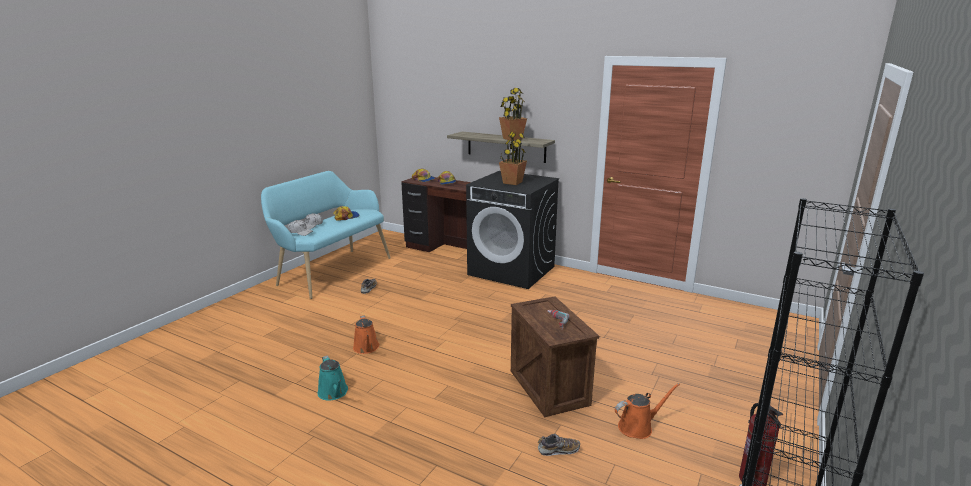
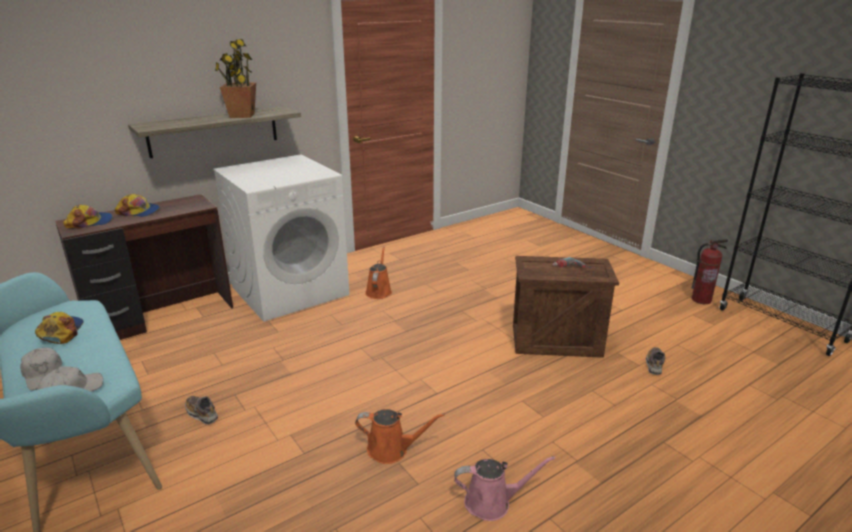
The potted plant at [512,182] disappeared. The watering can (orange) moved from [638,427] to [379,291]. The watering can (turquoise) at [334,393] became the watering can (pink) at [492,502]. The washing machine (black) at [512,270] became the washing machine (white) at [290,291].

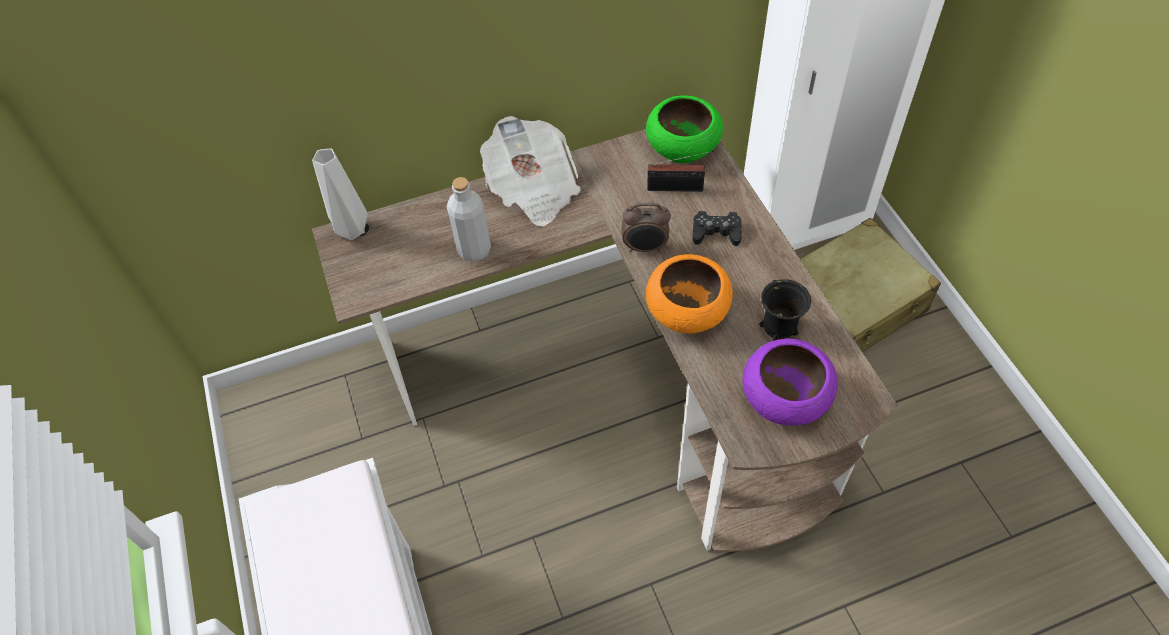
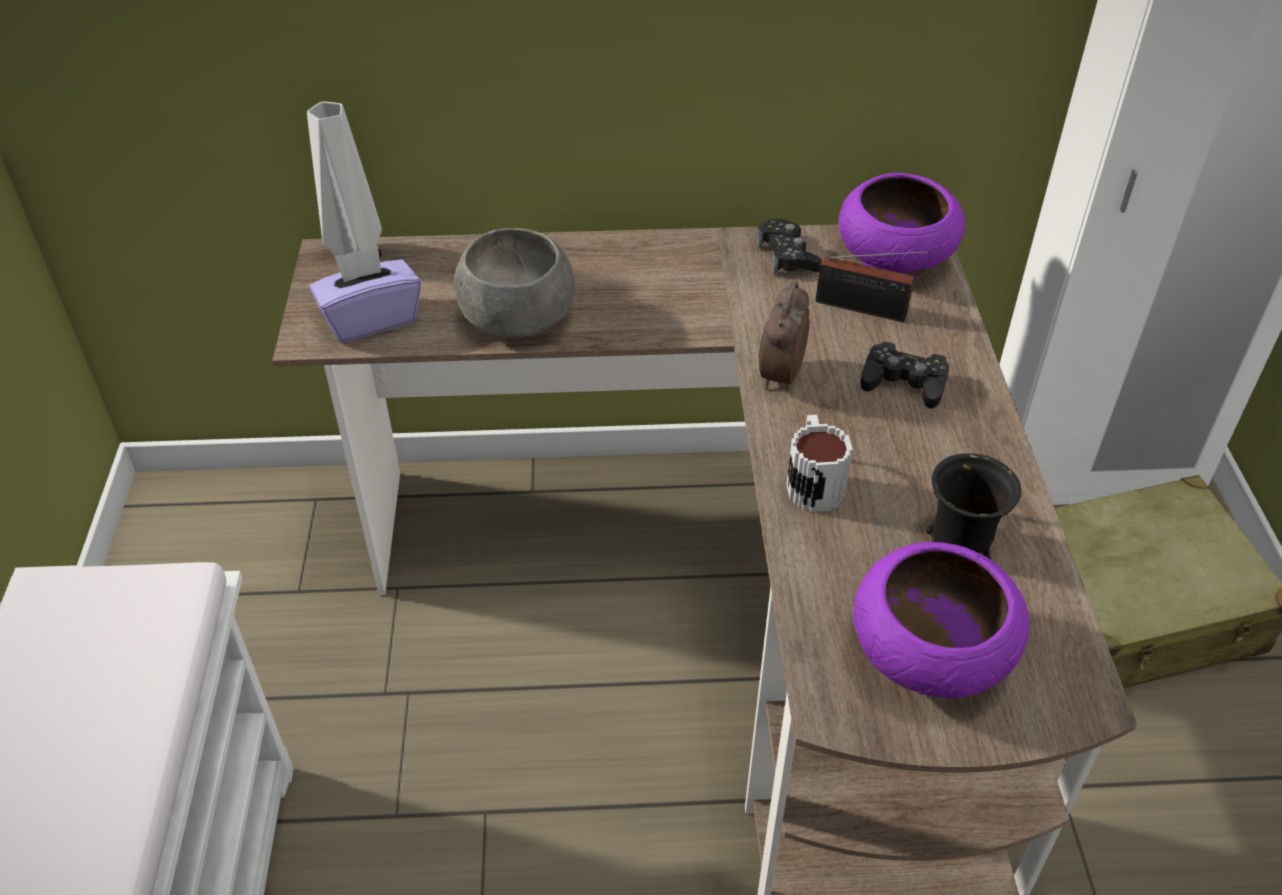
The newspaper at [533,189] disappeared. The tissue box (purple) at [371,319] appeared. The game controller (black) at [787,256] appeared. The bottle (grey) at [474,250] was replaced by the bowl (grey) at [516,317]. The bowl (orange) at [688,311] was replaced by the mug at [812,480]. The bowl (green) at [683,148] became the bowl (purple) at [895,259]. The alarm clock at [645,248] turned 90 degrees clockwise.

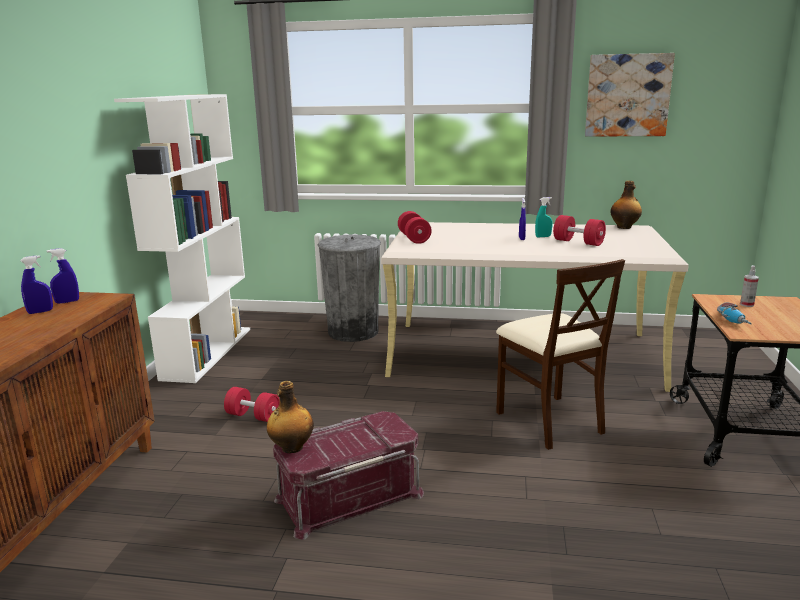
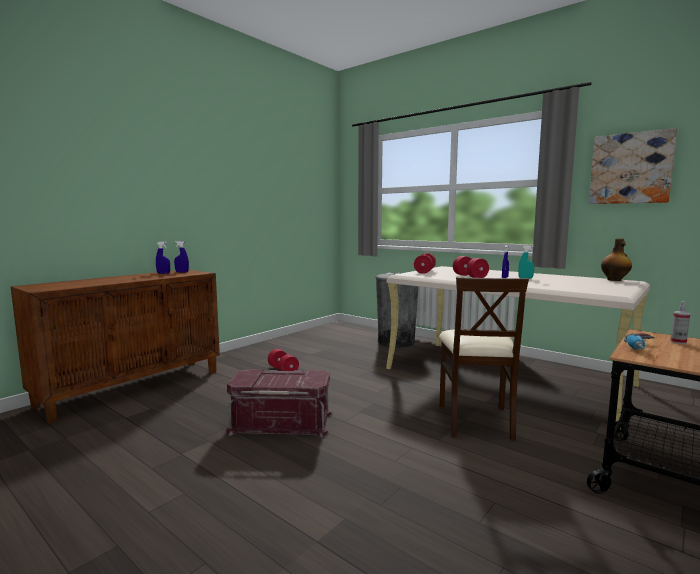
The bookcase (white) at [207,352] disappeared. The bottle at [291,448] disappeared. The dumbbell (red) moved from [578,242] to [469,276].

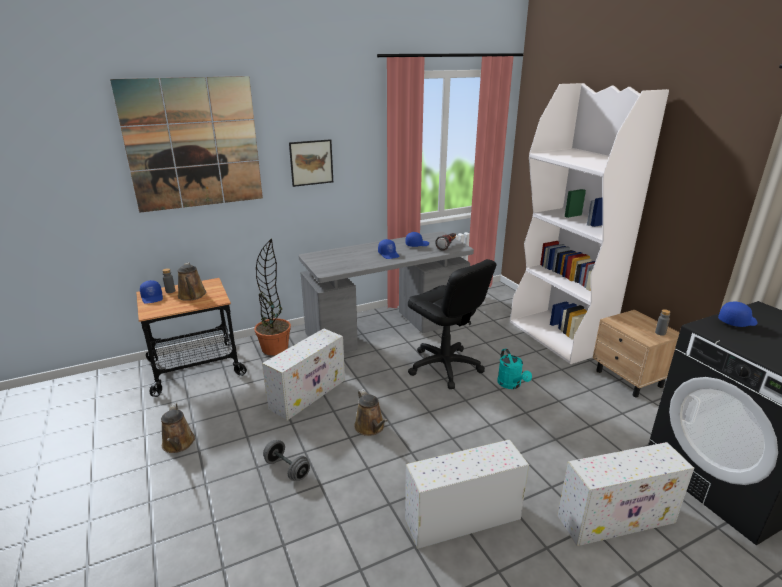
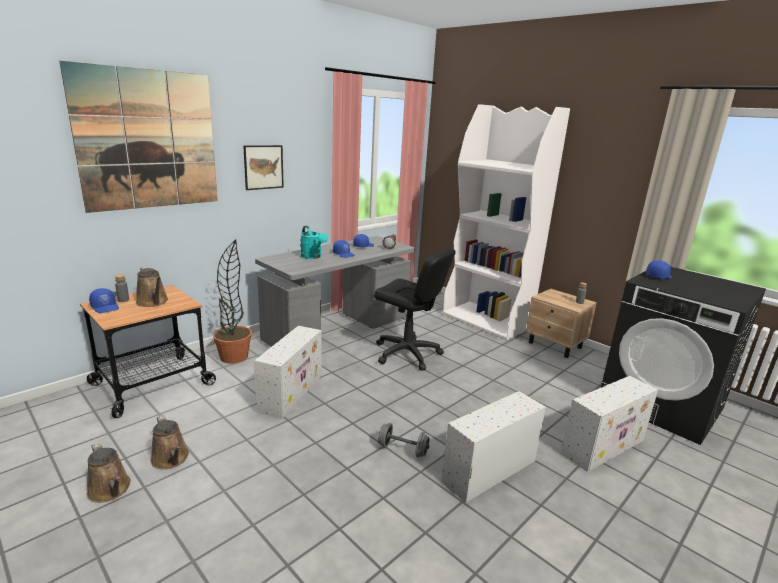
The dumbbell (grey) moved from [287,469] to [403,450]. The watering can (brown) moved from [371,427] to [110,490]. The watering can (turquoise) moved from [511,385] to [313,257].

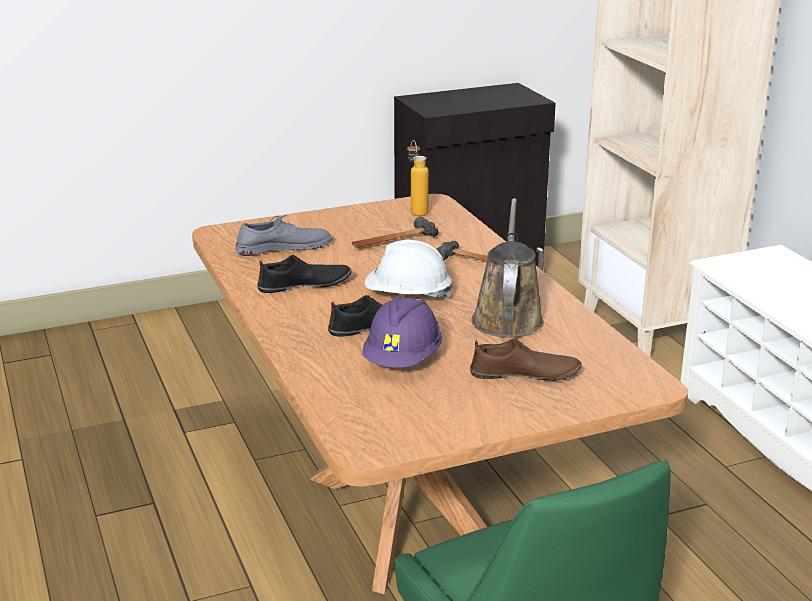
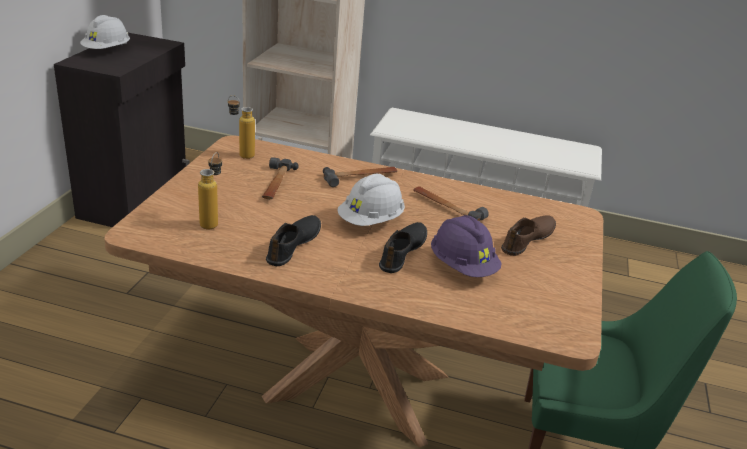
The hard hat (white) at [107,51] appeared. The shoe (grey) at [284,247] was replaced by the bottle at [212,222]. The watering can (brown) at [507,317] was replaced by the hammer at [446,208].

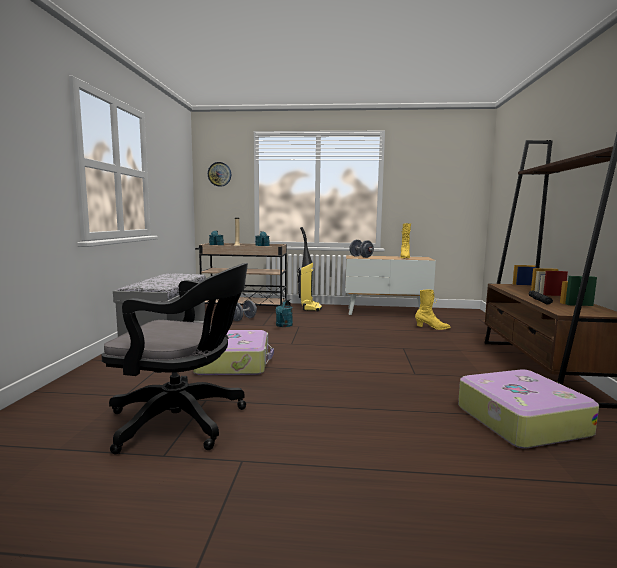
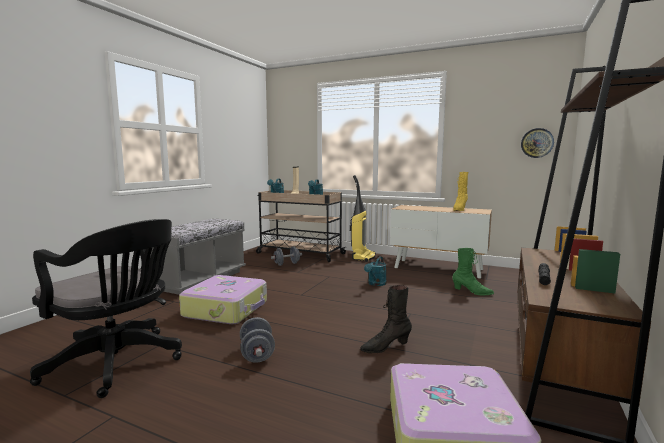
The boot (black) at [385,347] appeared. The wall clock moved from [219,174] to [537,143]. The watering can (turquoise) moved from [283,325] to [376,284]. The dumbbell (grey) moved from [361,257] to [257,354]. The boot (yellow) at [432,328] became the boot (green) at [472,292].

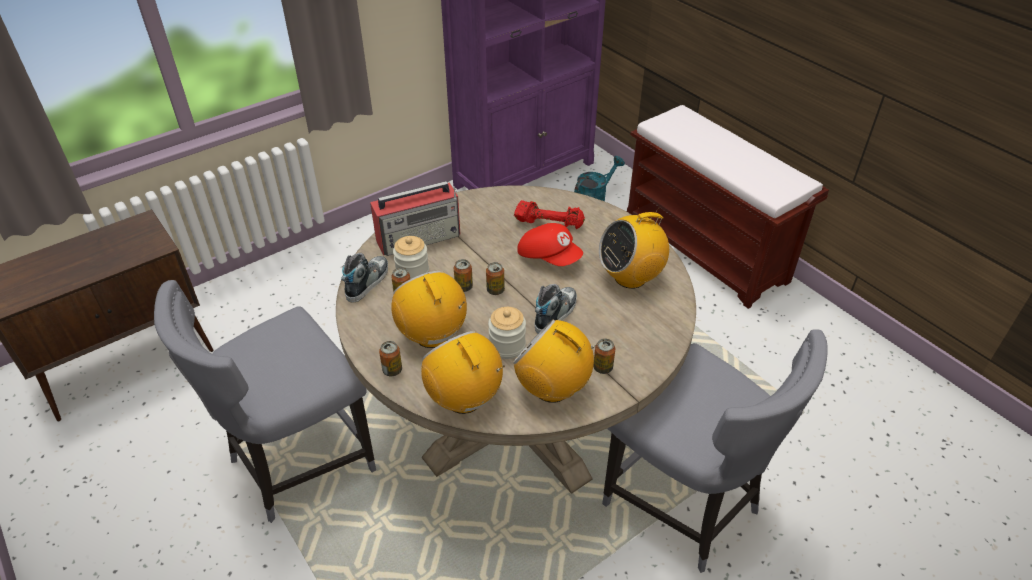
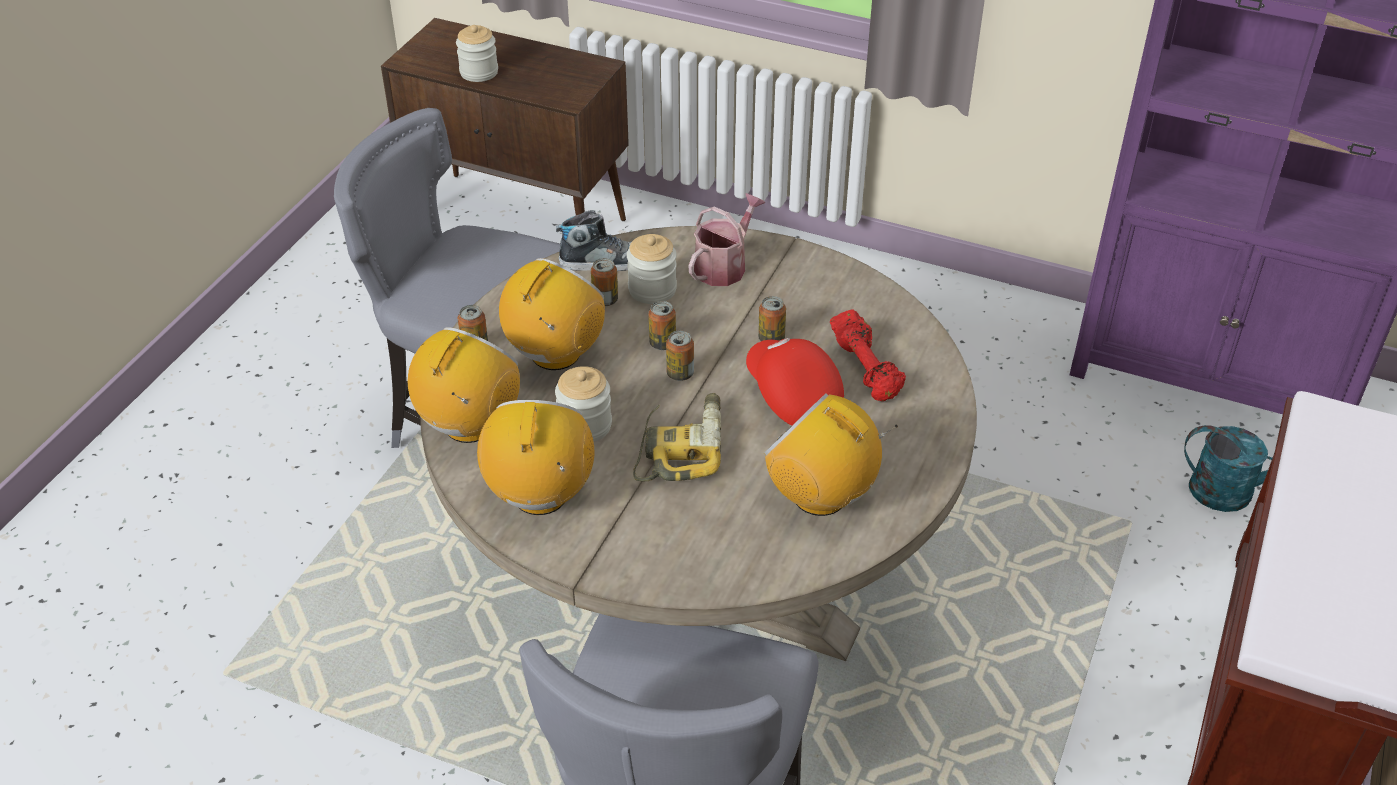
The jar at [479,72] appeared. The can moved from [602,368] to [771,338]. The radio at [420,237] was replaced by the watering can at [724,266]. The shoe at [555,313] was replaced by the power drill at [680,447]. The cap (red) at [549,257] turned 135 degrees clockwise.

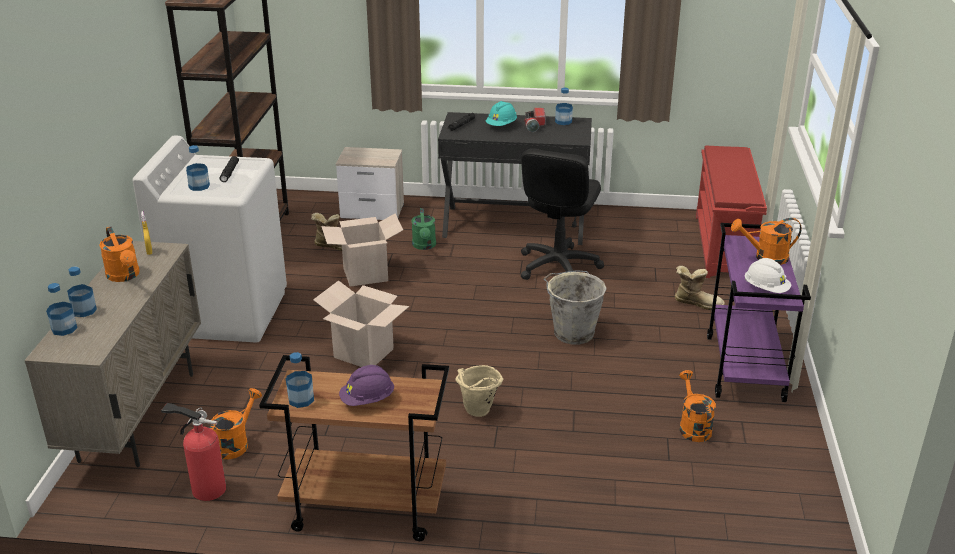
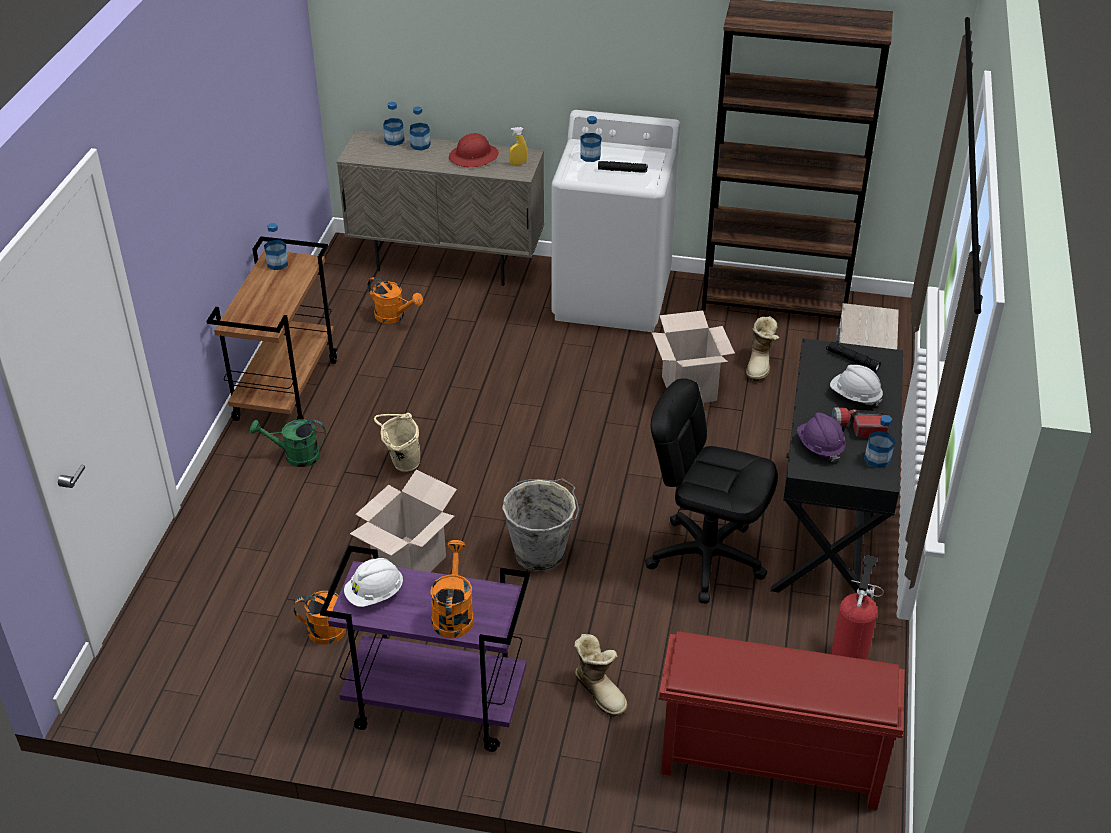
The fire extinguisher moved from [205,488] to [850,651]. The cardboard box moved from [363,353] to [409,562]. The hard hat (purple) moved from [367,400] to [819,447]. The watering can (green) moved from [424,246] to [295,456]. The watering can (orange) at [125,276] was replaced by the hard hat (red) at [474,157]. The hard hat (turquoise) at [501,125] became the hard hat (white) at [855,396]. The boot at [697,303] turned 60 degrees counterclockwise.

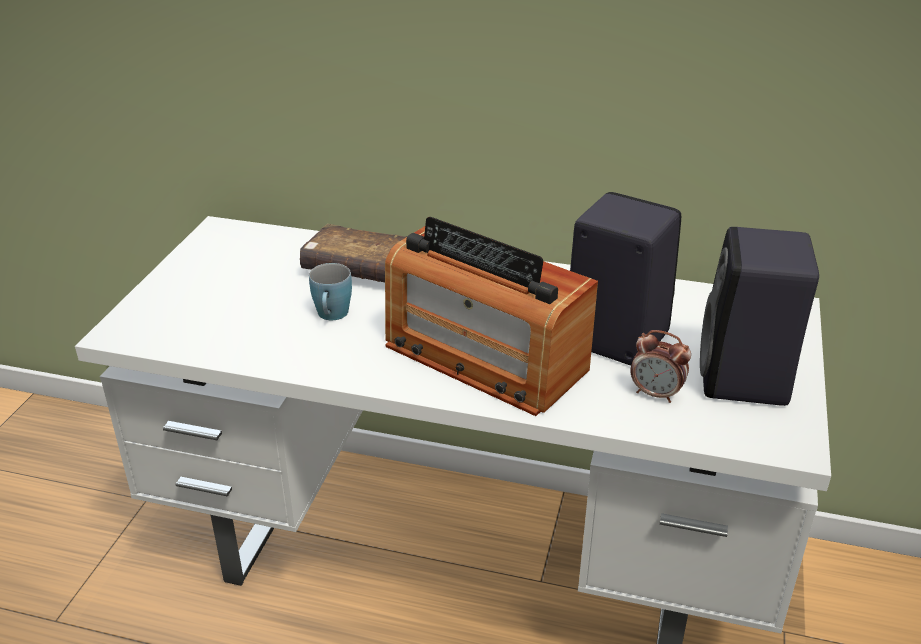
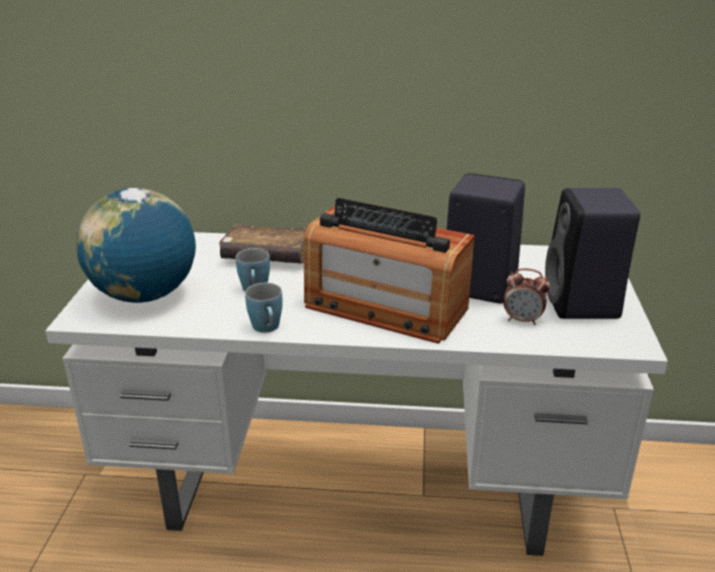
The globe at [144,295] appeared. The mug (blue) at [267,329] appeared.

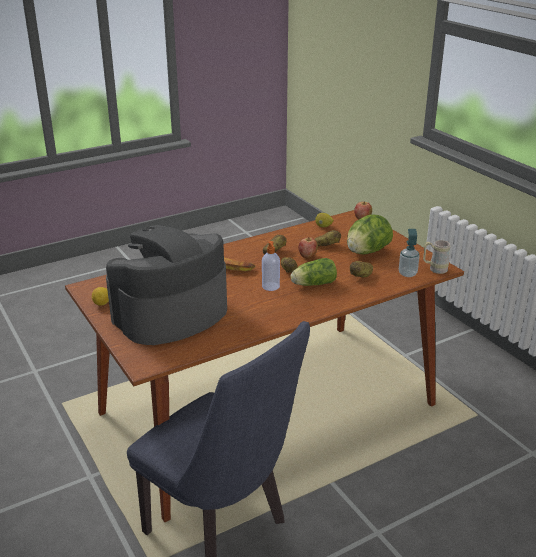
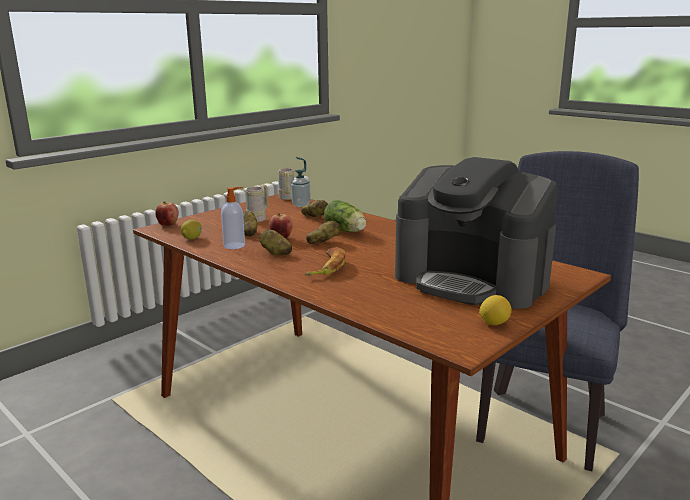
The soap dispenser moved from [271,287] to [235,245]. The lettuce at [367,252] was replaced by the mug (beige) at [259,218].

